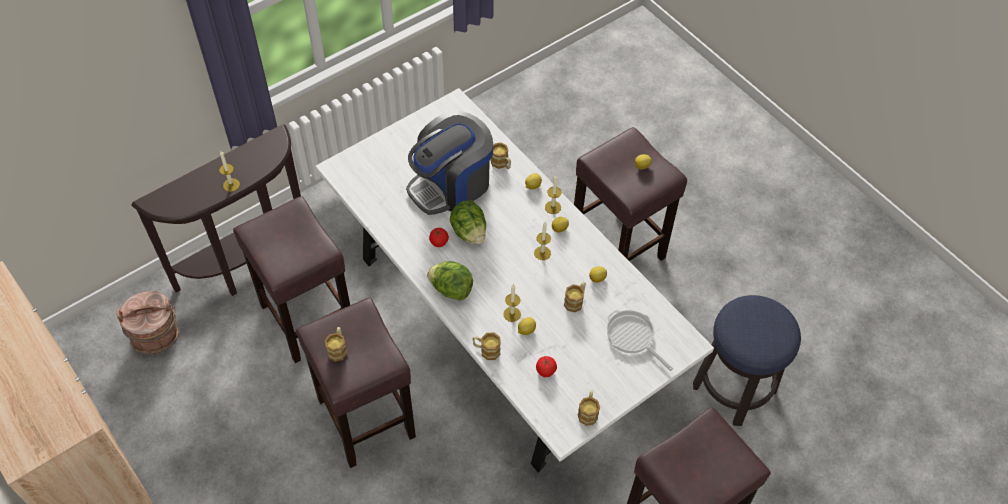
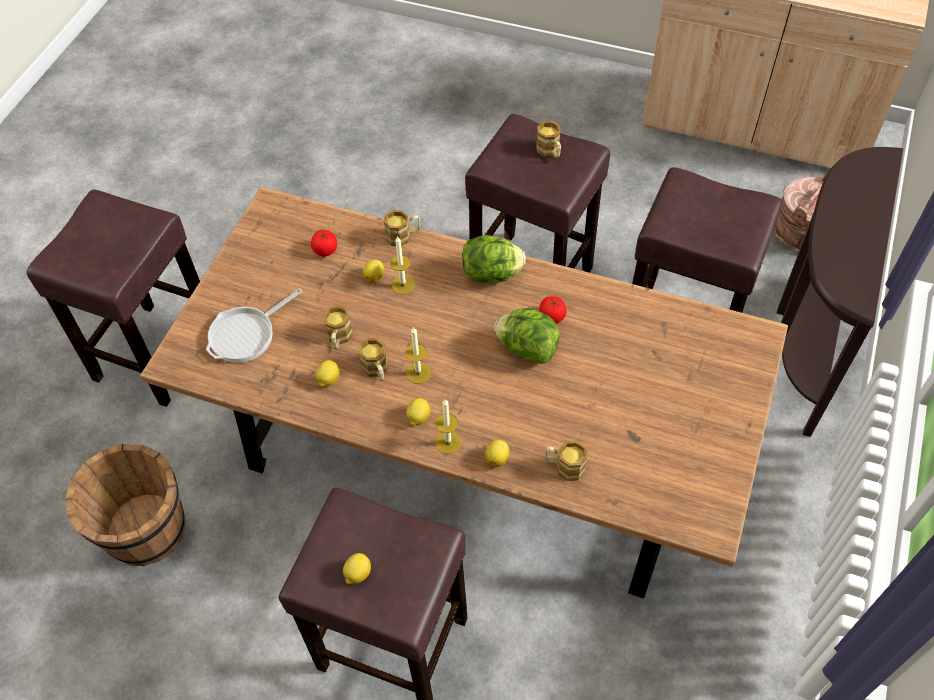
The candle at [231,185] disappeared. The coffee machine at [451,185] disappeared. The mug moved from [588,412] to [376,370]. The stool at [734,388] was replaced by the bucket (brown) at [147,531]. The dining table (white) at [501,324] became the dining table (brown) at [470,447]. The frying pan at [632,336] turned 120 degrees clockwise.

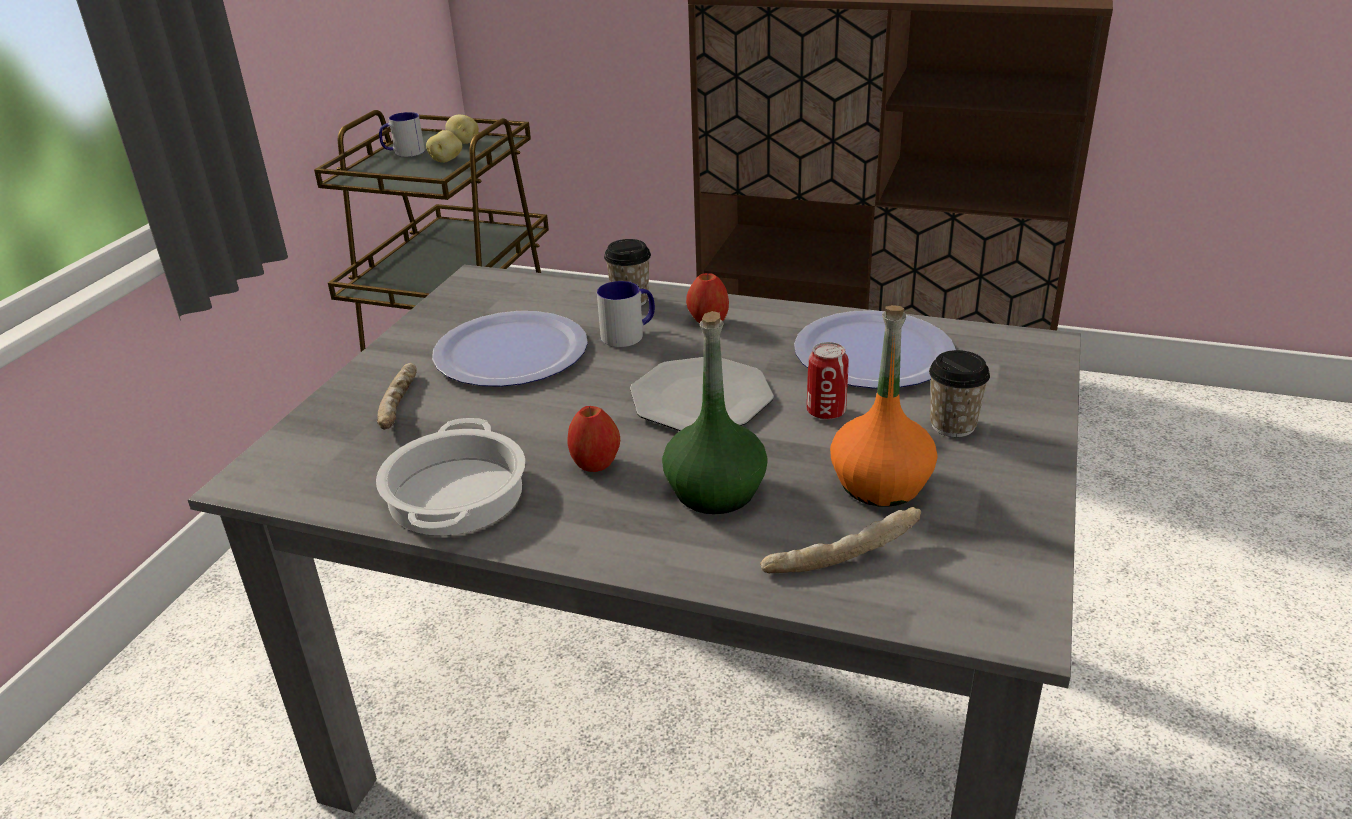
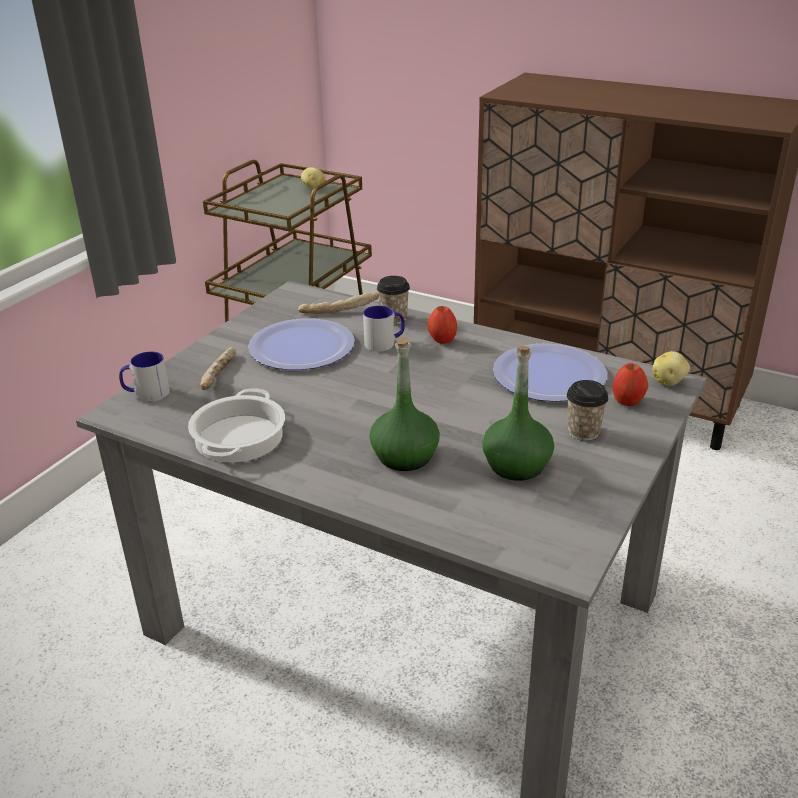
The plate at [701,398] disappeared. The can at [826,412] disappeared. The mug moved from [403,153] to [146,394]. The potato moved from [446,160] to [669,381]. The apple moved from [595,464] to [627,401]. The bread moved from [840,554] to [339,310]. The bottle (orange) at [880,484] became the bottle (green) at [516,465].

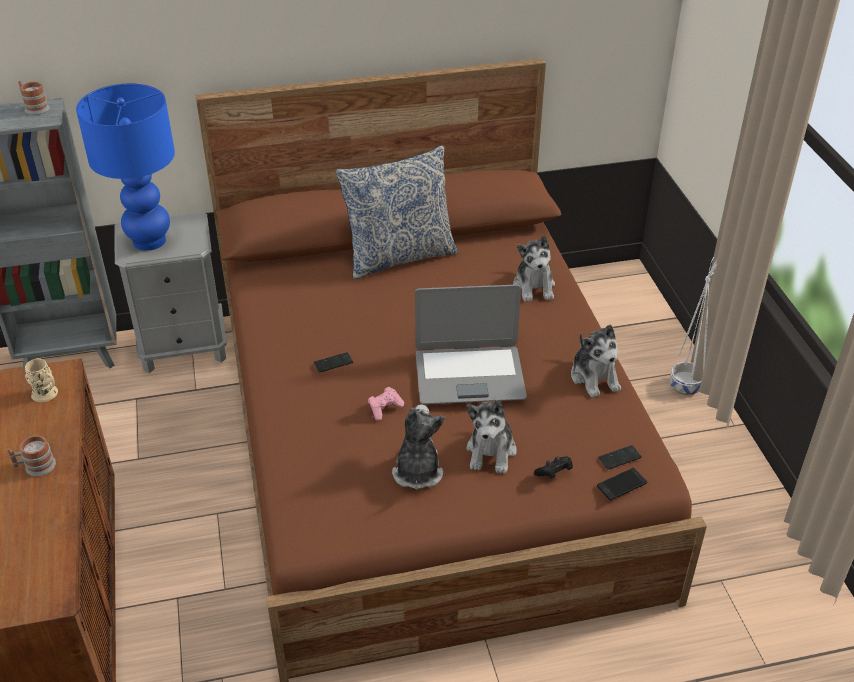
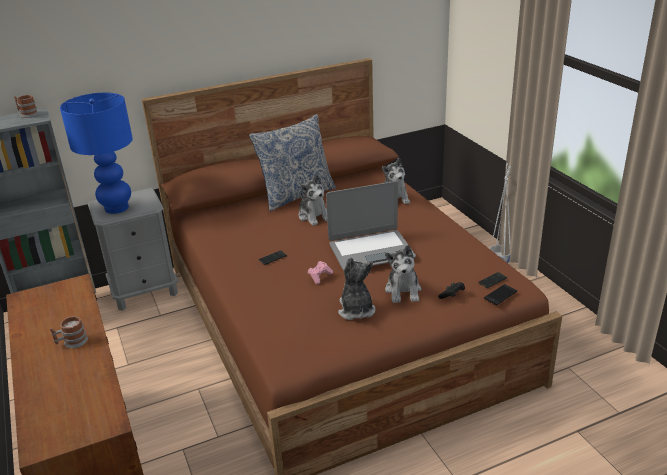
The mug (beige) at [48,395] disappeared. The plush toy moved from [594,377] to [314,216].

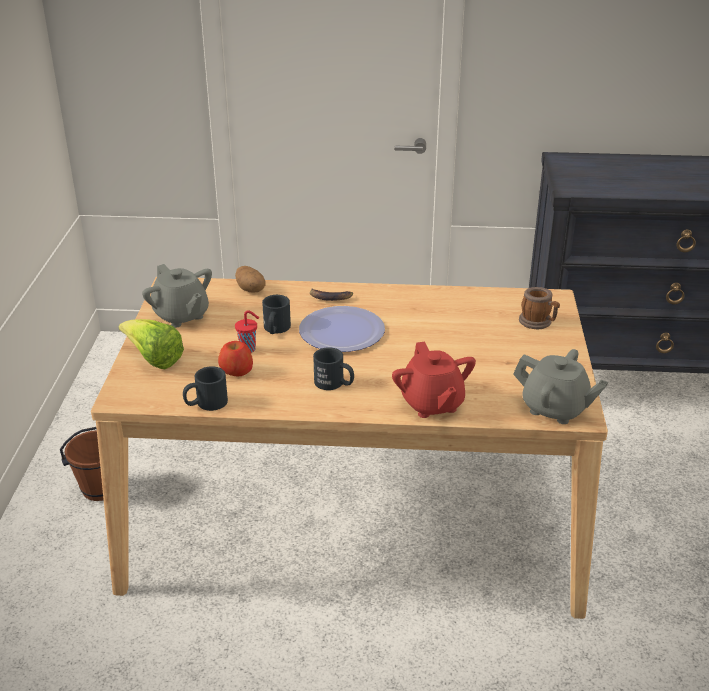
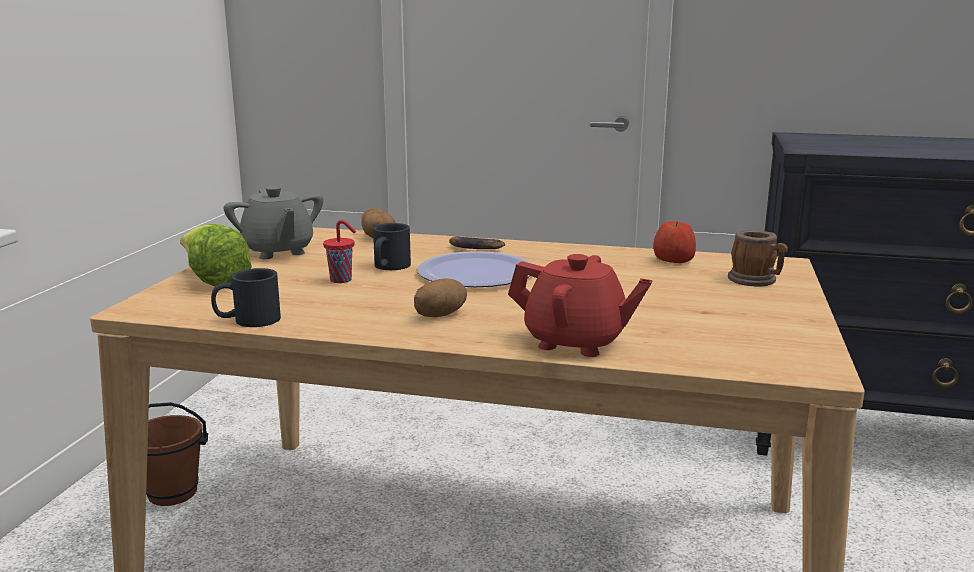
The teapot (grey) at [555,409] disappeared. The apple moved from [236,371] to [673,260]. The mug (black) at [334,383] was replaced by the potato at [440,315]. The teapot (red) at [432,404] turned 60 degrees counterclockwise.

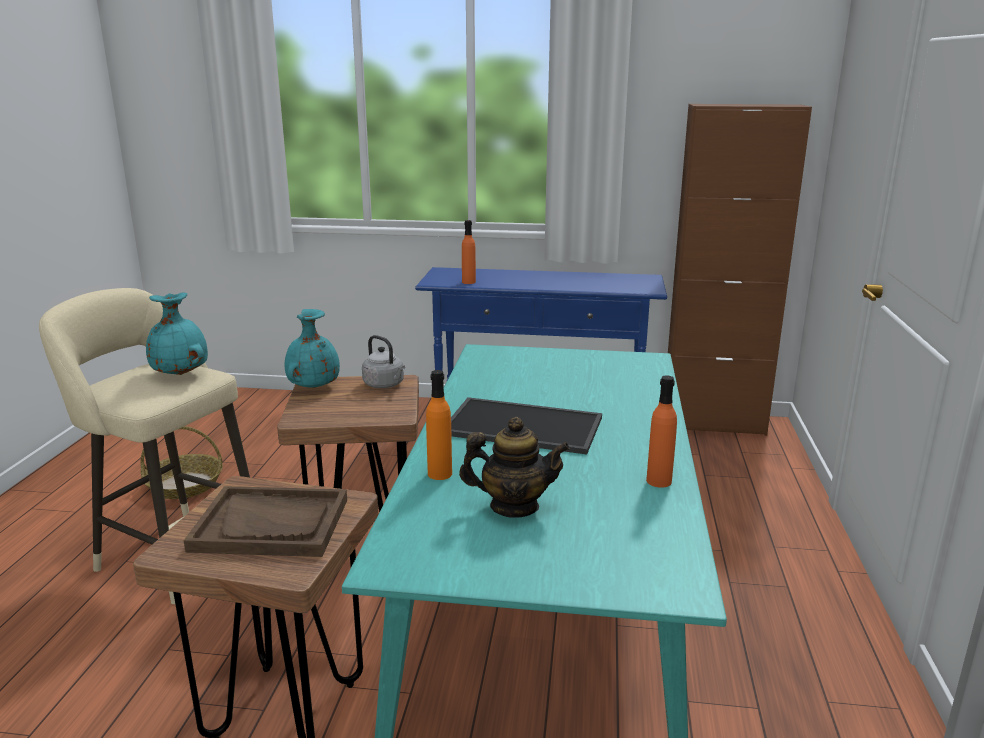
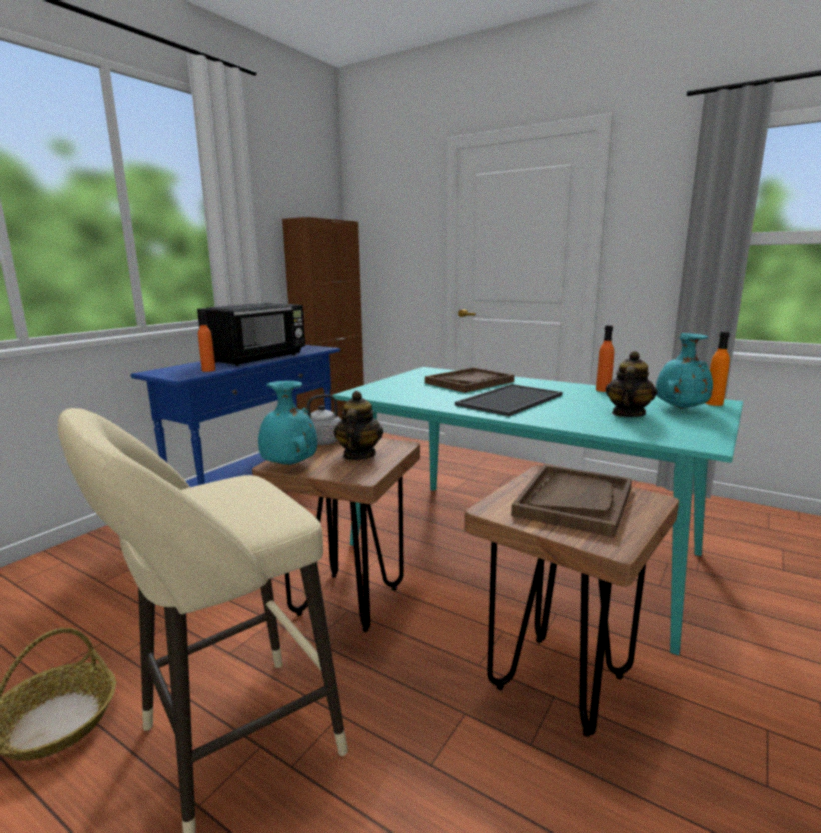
The microwave (black) at [257,358] appeared. The teapot at [358,455] appeared. The tray (brown) at [469,382] appeared. The vase (turquoise) moved from [181,373] to [679,408]. The bottle (orange) moved from [440,474] to [714,403].

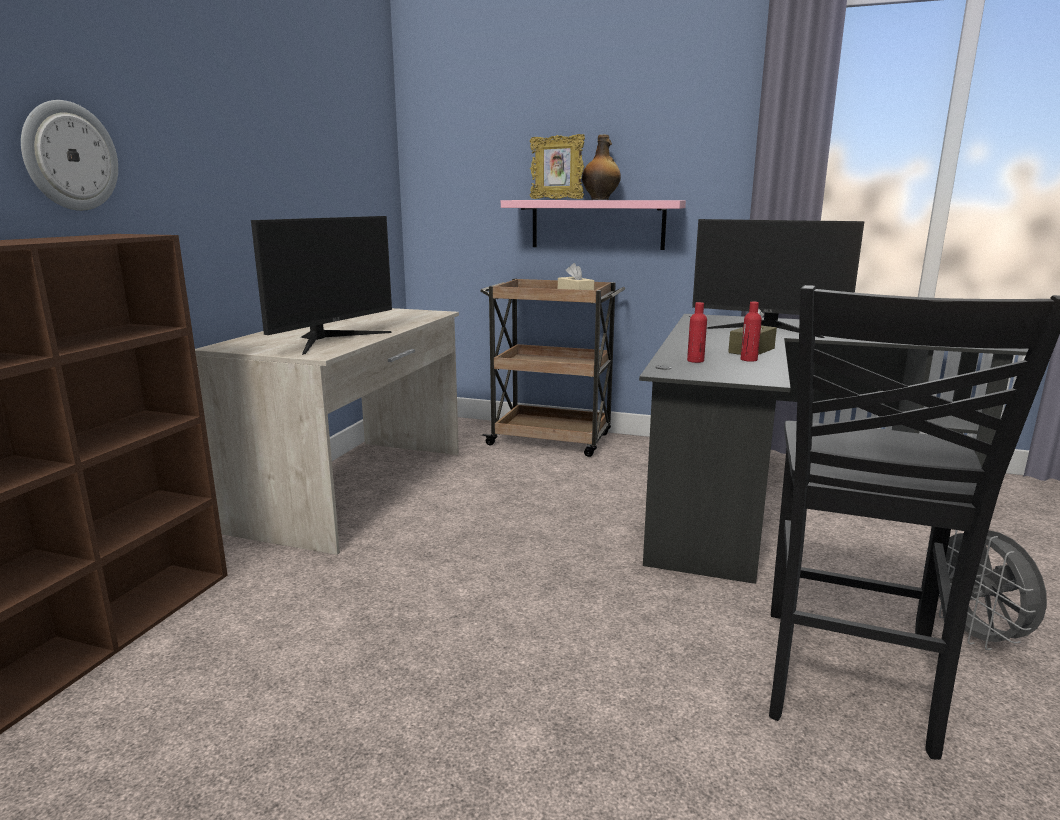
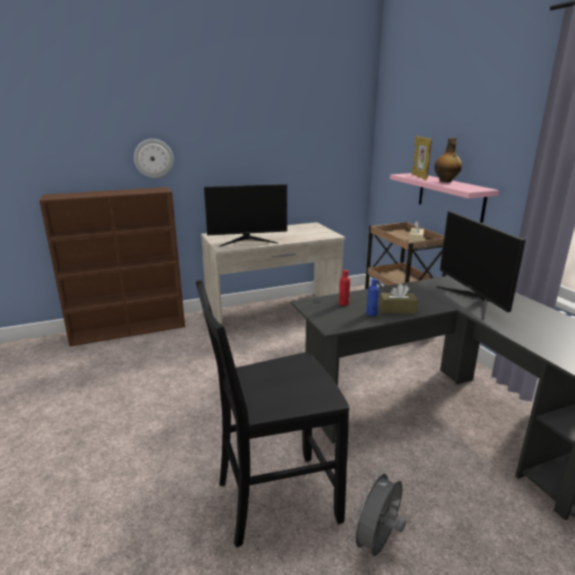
The bottle (red) at [748,359] became the bottle (blue) at [371,314].

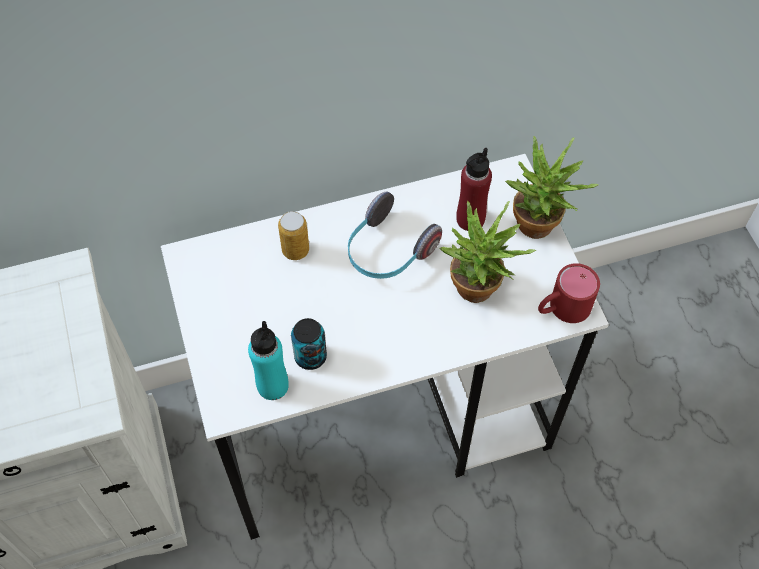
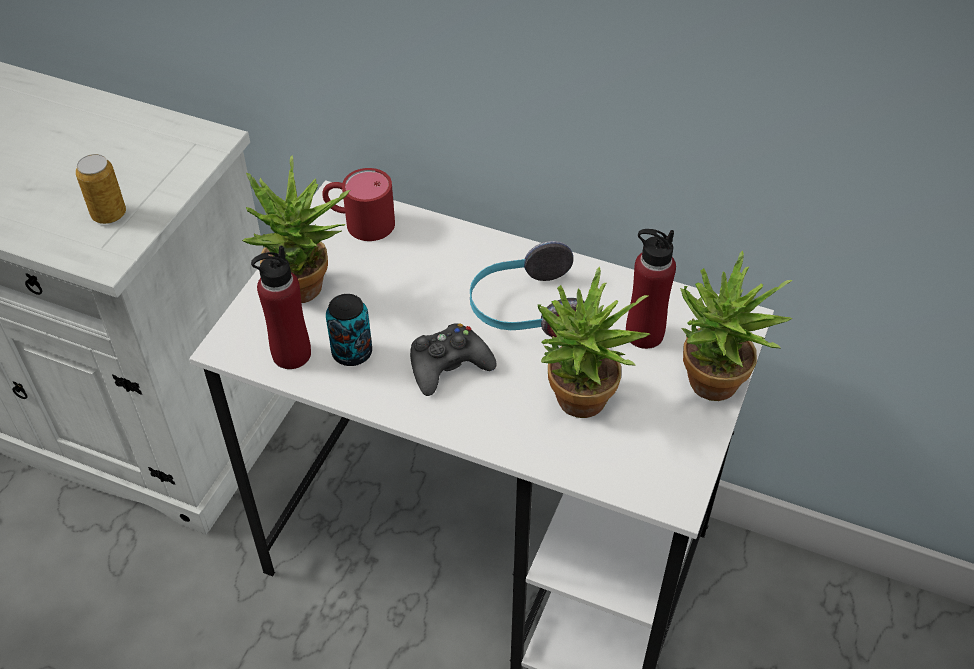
The potted plant at [307,291] appeared. The game controller (black) at [448,366] appeared. The can moved from [295,250] to [109,214]. The mug (red) moved from [562,308] to [359,222]. The bottle (turquoise) at [272,386] became the bottle (red) at [291,354].

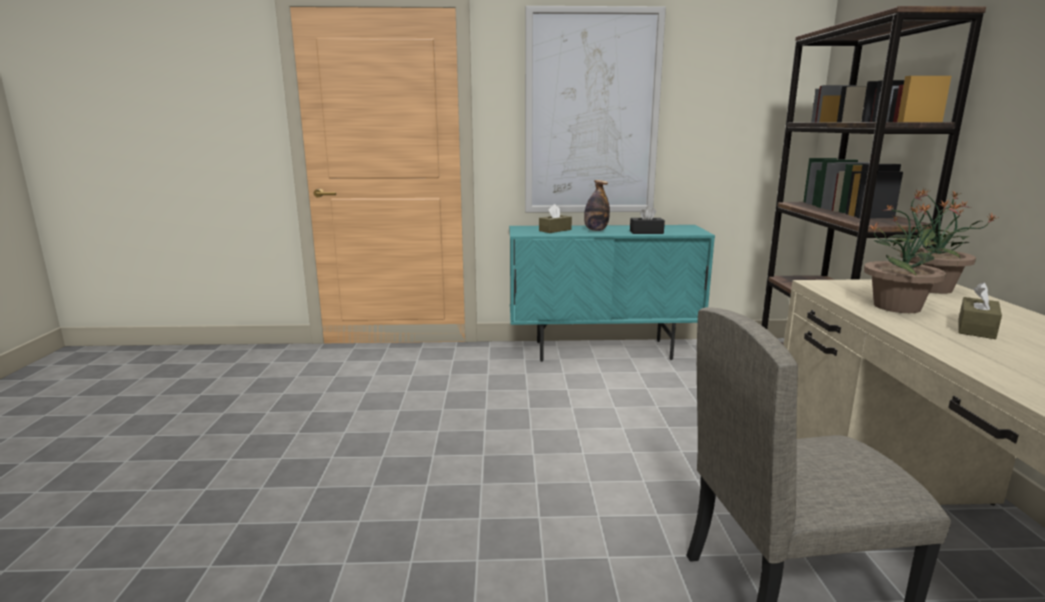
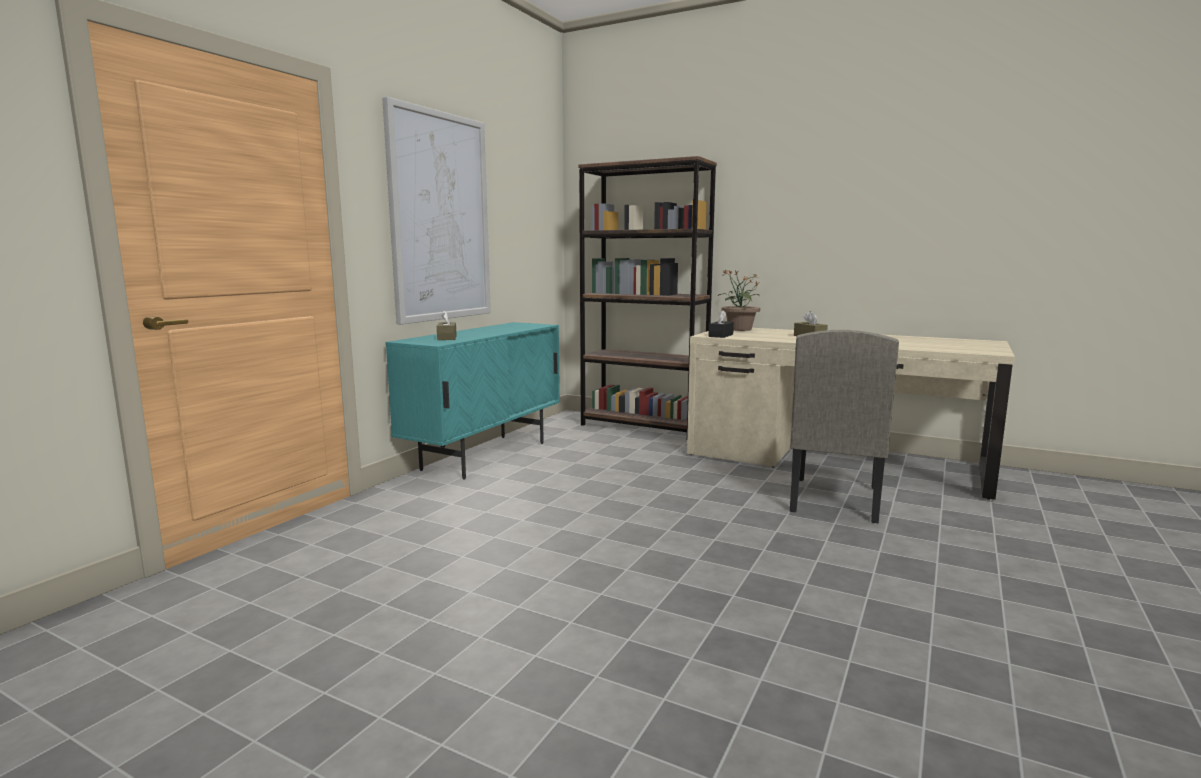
The bottle at [595,230] disappeared. The potted plant at [898,307] disappeared. The tissue box (black) moved from [646,232] to [720,335].

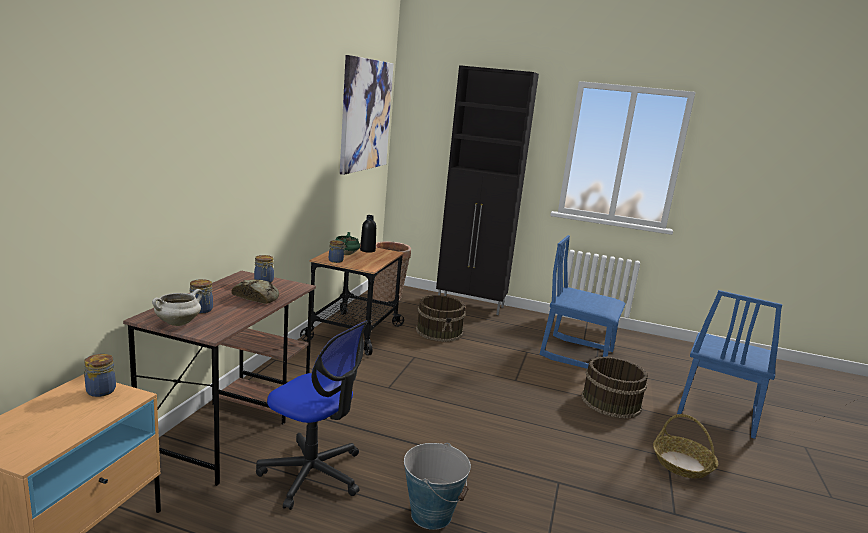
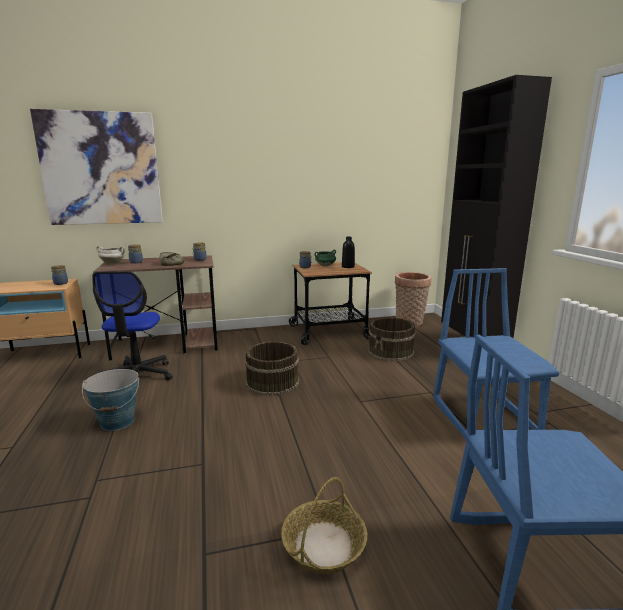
The picture moved from [366,115] to [101,169]. The bucket (brown) moved from [610,402] to [272,382].

